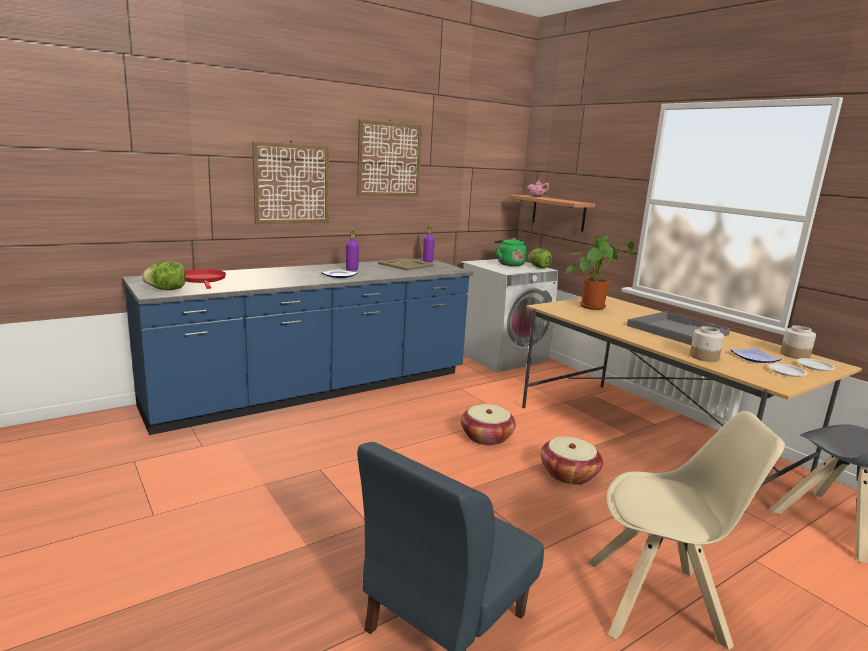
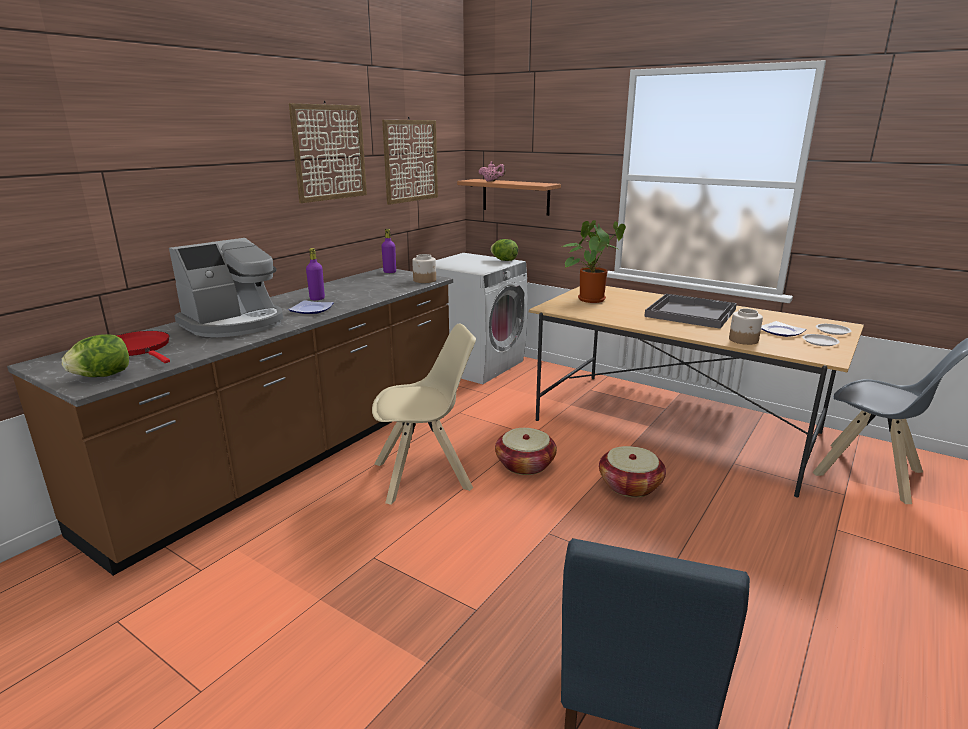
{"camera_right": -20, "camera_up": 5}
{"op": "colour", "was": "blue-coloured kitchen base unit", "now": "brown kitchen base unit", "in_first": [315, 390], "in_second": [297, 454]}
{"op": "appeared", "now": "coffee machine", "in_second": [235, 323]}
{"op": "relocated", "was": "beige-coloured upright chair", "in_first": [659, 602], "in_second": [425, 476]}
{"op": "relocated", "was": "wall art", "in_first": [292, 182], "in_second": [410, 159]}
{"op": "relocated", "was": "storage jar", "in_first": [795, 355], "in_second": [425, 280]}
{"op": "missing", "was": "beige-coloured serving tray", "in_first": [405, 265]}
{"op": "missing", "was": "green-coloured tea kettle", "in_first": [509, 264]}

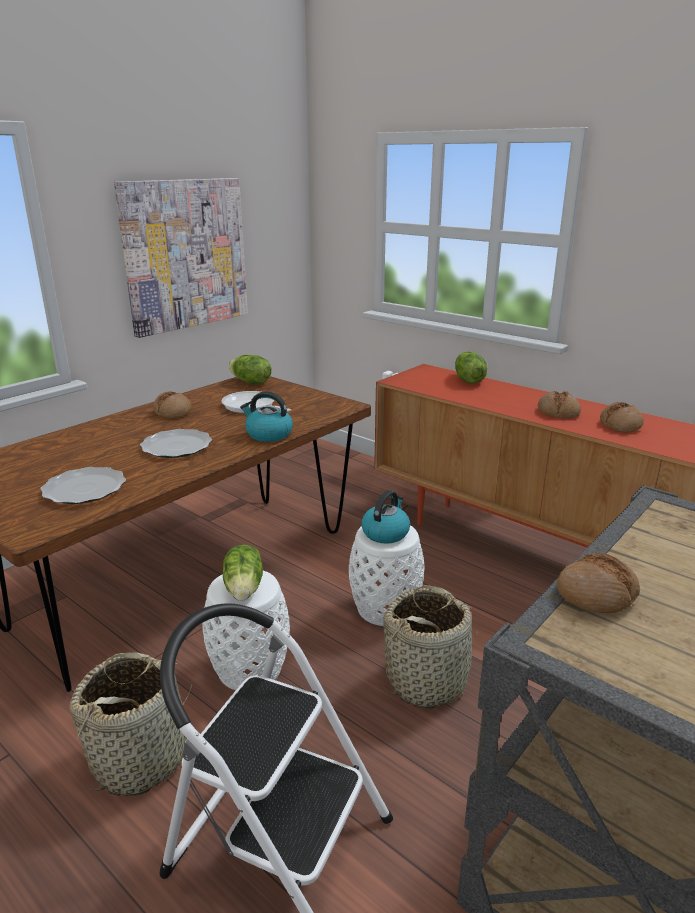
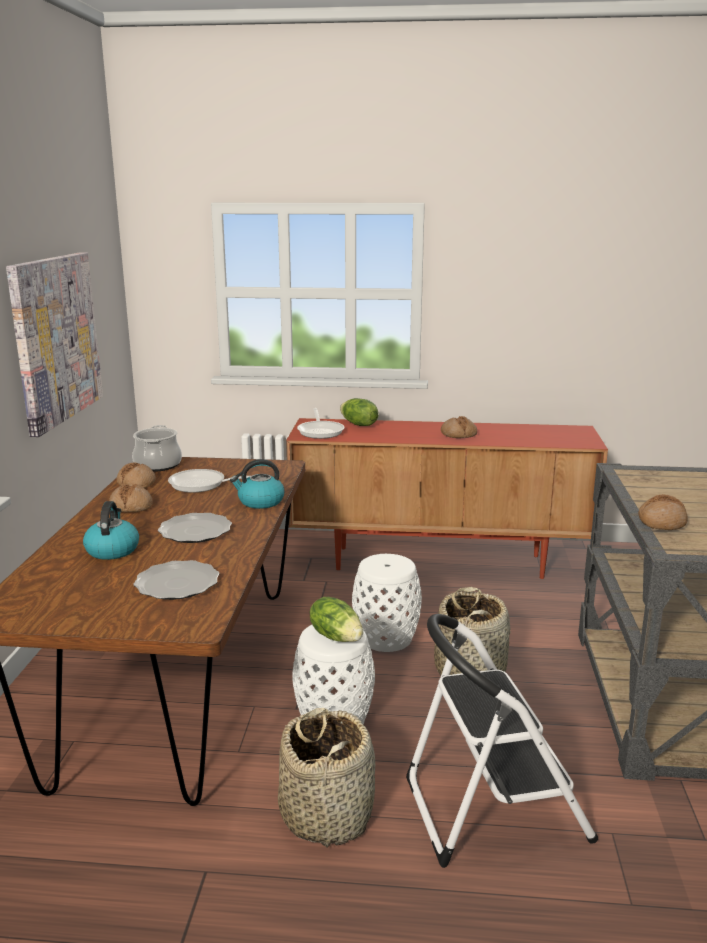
{"camera_right": -35, "camera_up": -5}
{"op": "relocated", "was": "tea kettle", "in_first": [385, 533], "in_second": [112, 550]}
{"op": "relocated", "was": "baked bread", "in_first": [620, 425], "in_second": [137, 483]}
{"op": "exchanged", "was": "lettuce", "now": "stockpot", "in_first": [250, 382], "in_second": [158, 465]}
{"op": "appeared", "now": "skillet", "in_second": [320, 431]}

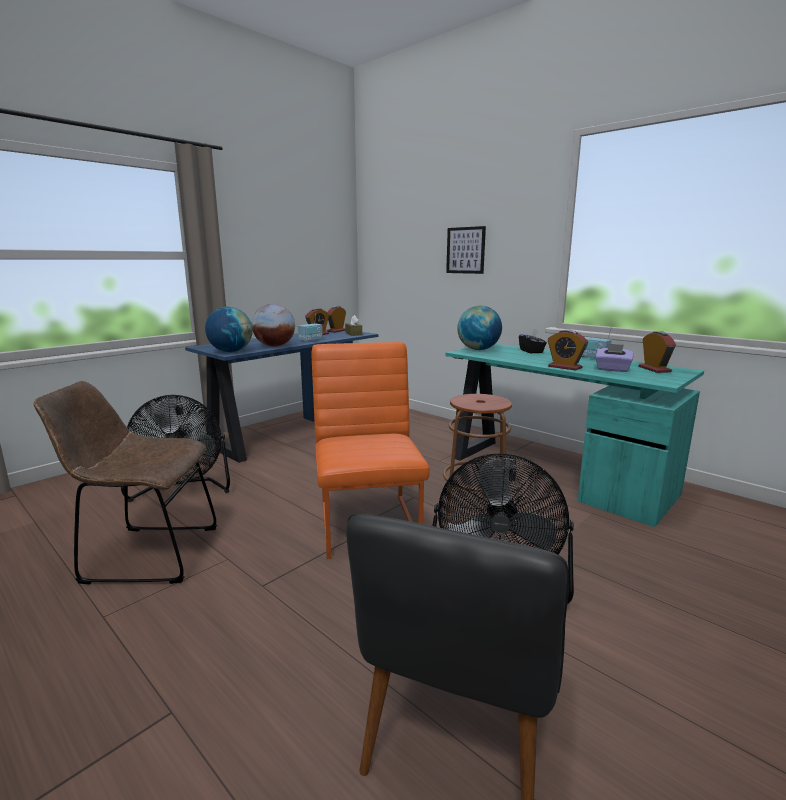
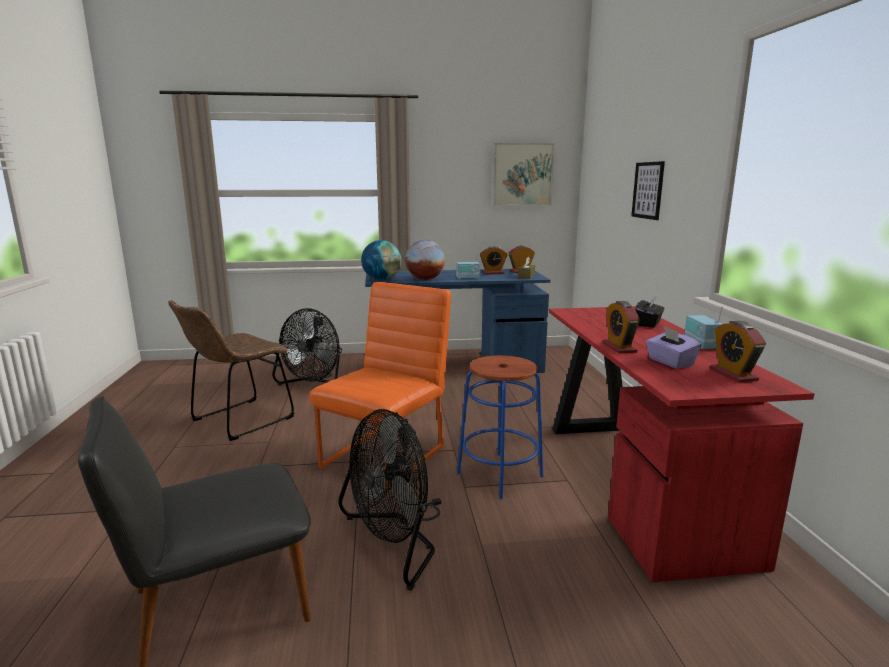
{"camera_right": 40, "camera_up": 0}
{"op": "spun", "was": "brown upright chair", "in_first": [146, 554], "in_second": [238, 421], "clockwise": -90}
{"op": "colour", "was": "brown stool", "now": "blue-coloured stool", "in_first": [475, 502], "in_second": [499, 475]}
{"op": "appeared", "now": "wall art", "in_second": [522, 174]}
{"op": "colour", "was": "turquoise-coloured desk", "now": "red-coloured desk", "in_first": [553, 473], "in_second": [635, 482]}
{"op": "spun", "was": "bedside clock", "in_first": [654, 369], "in_second": [733, 374], "clockwise": 135}
{"op": "missing", "was": "world globe", "in_first": [478, 349]}

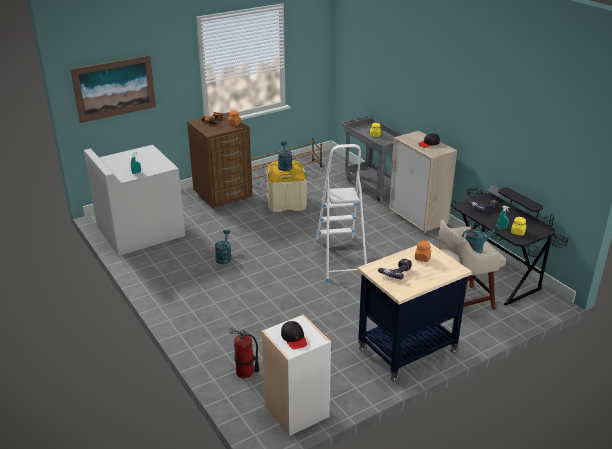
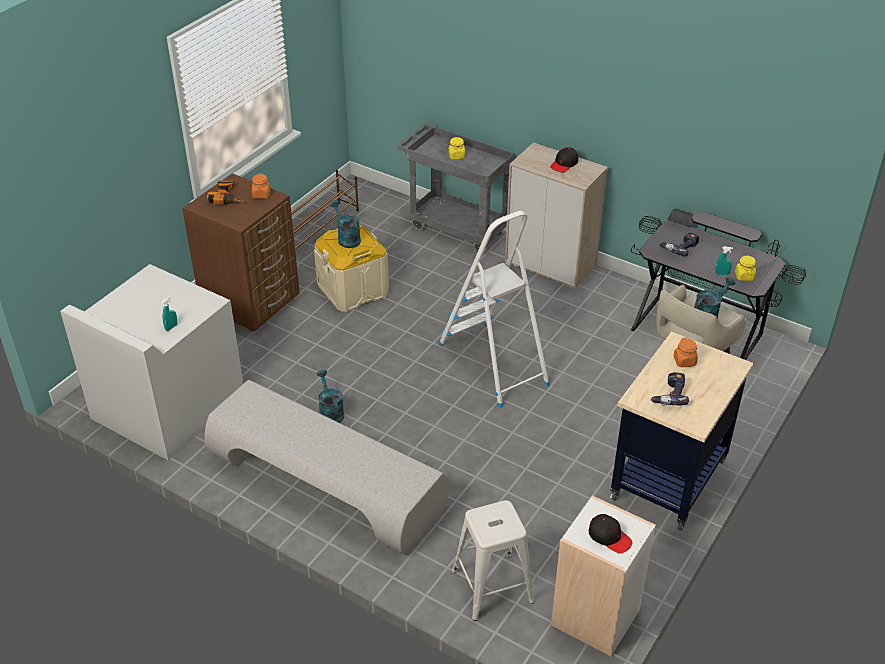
{"camera_right": -25, "camera_up": 10}
{"op": "appeared", "now": "gray long seat", "in_second": [326, 484]}
{"op": "exchanged", "was": "extinguisher", "now": "white stool", "in_first": [245, 372], "in_second": [492, 586]}
{"op": "missing", "was": "wall art", "in_first": [114, 88]}

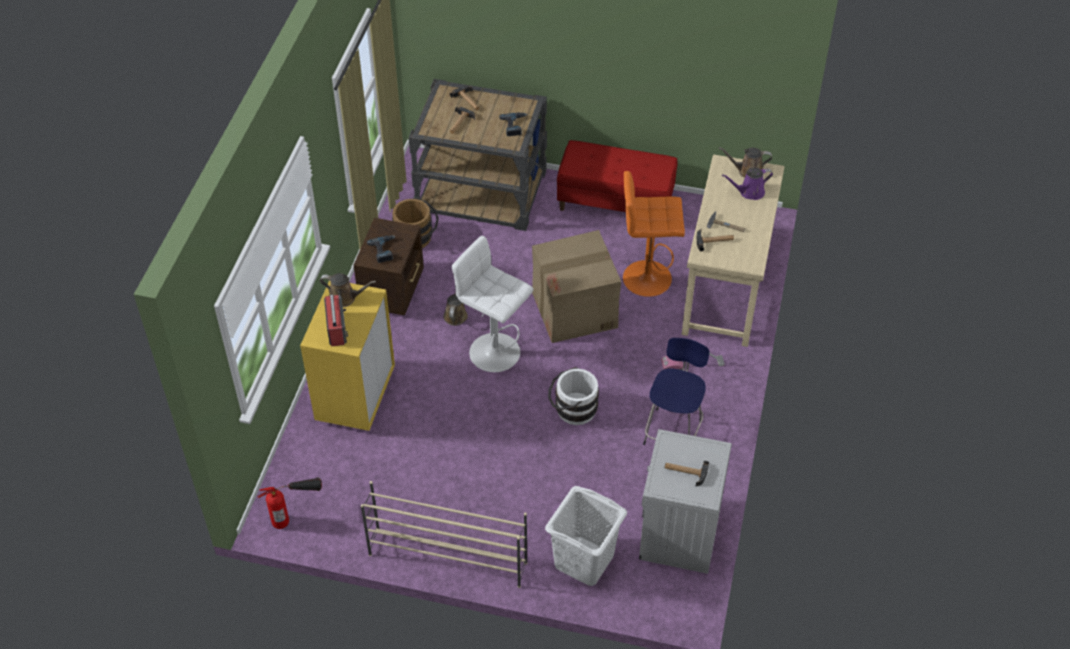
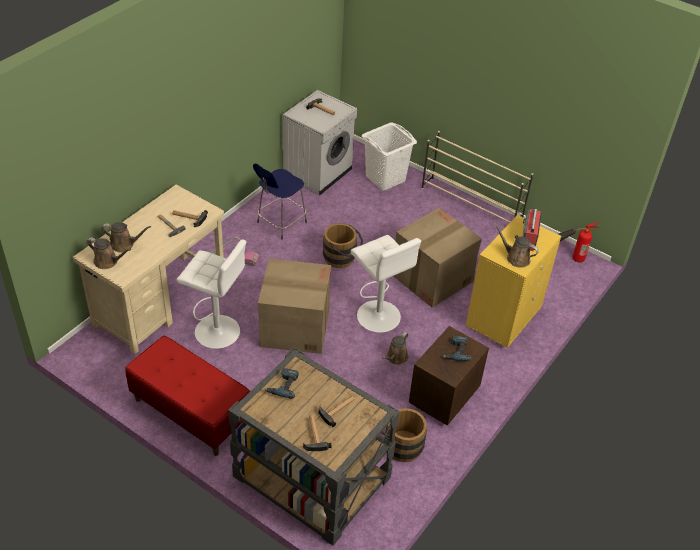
{"camera_right": -160, "camera_up": -5}
{"op": "colour", "was": "purplish sprinkling can", "now": "brown sprinkling can", "in_first": [749, 192], "in_second": [124, 244]}
{"op": "colour", "was": "orangey stool", "now": "white stool", "in_first": [646, 278], "in_second": [217, 332]}
{"op": "colour", "was": "white water bucket", "now": "brown water bucket", "in_first": [572, 409], "in_second": [342, 258]}
{"op": "appeared", "now": "cardboard box", "in_second": [431, 278]}

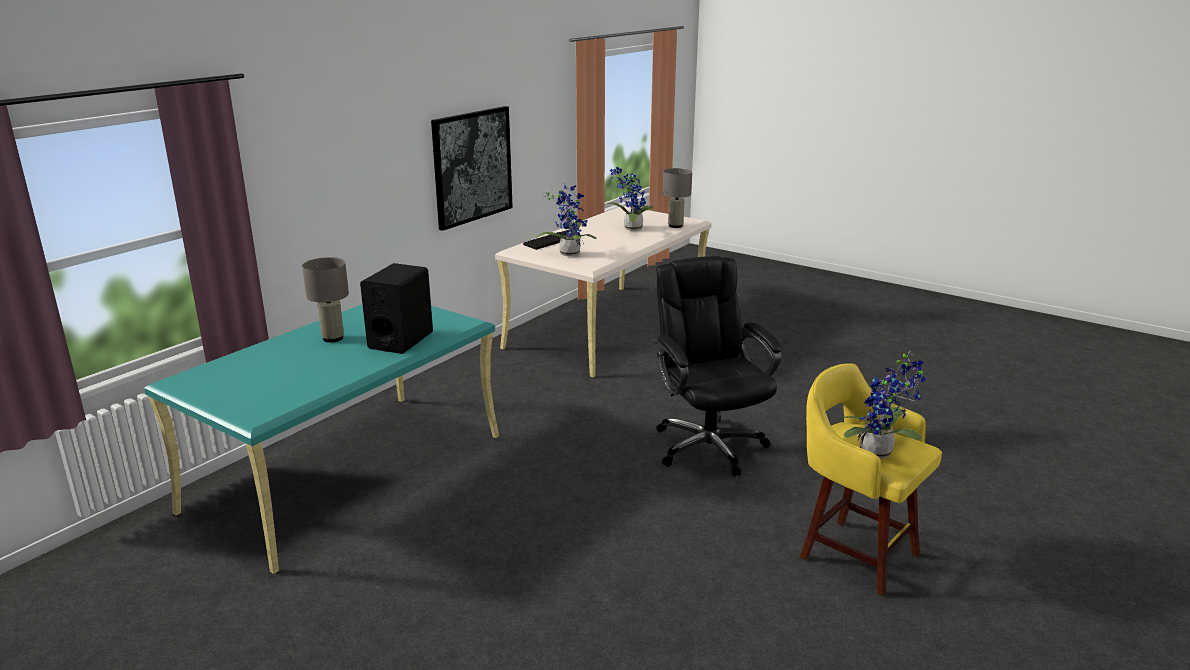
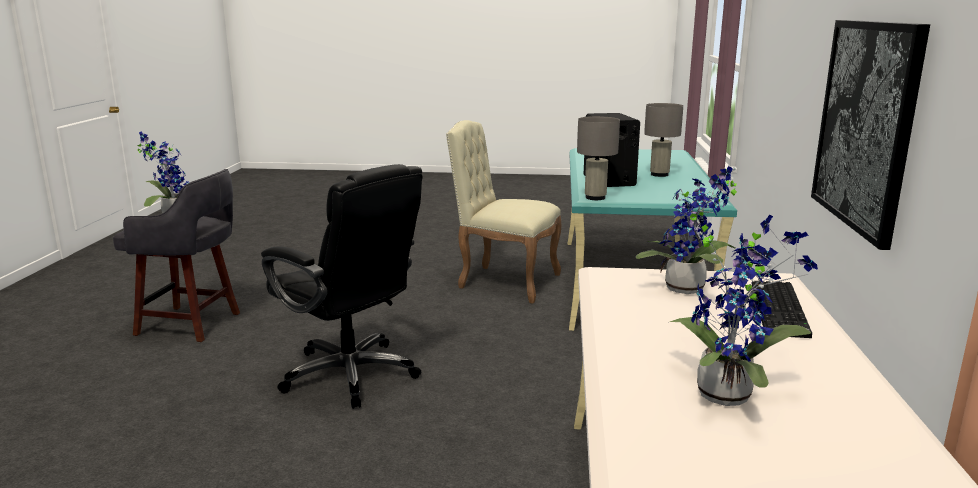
{"camera_right": 150, "camera_up": -5}
{"op": "colour", "was": "yellowish stool", "now": "gray stool", "in_first": [854, 553], "in_second": [192, 325]}
{"op": "appeared", "now": "beige-coloured upright chair", "in_second": [506, 282]}
{"op": "relocated", "was": "gray tabletop lamp", "in_first": [675, 226], "in_second": [595, 197]}

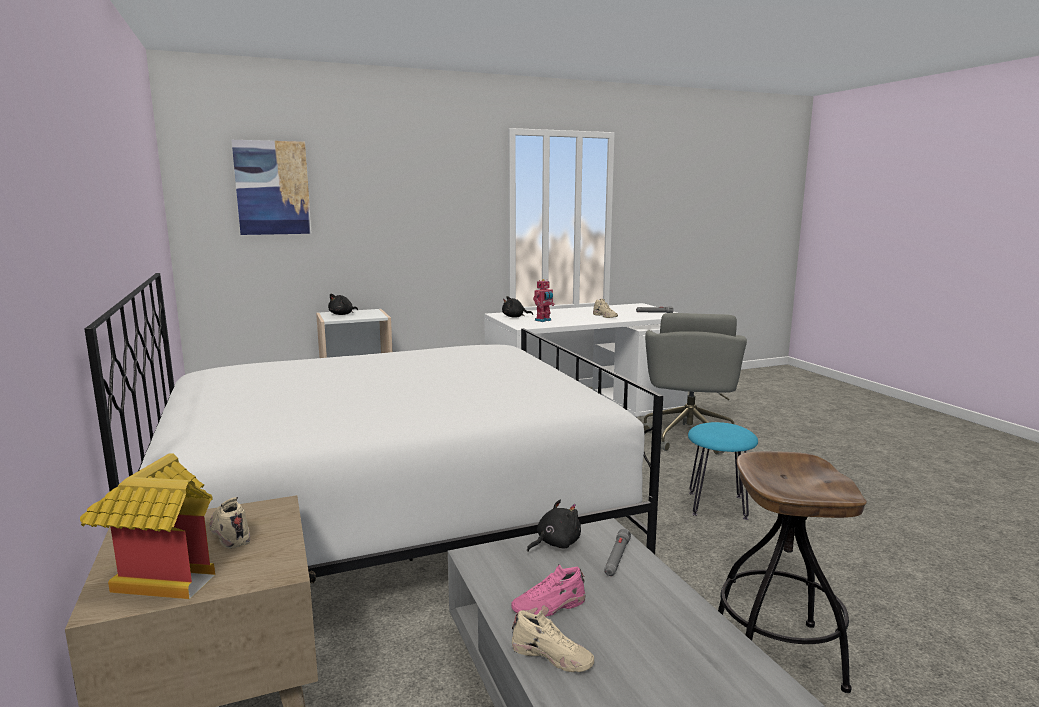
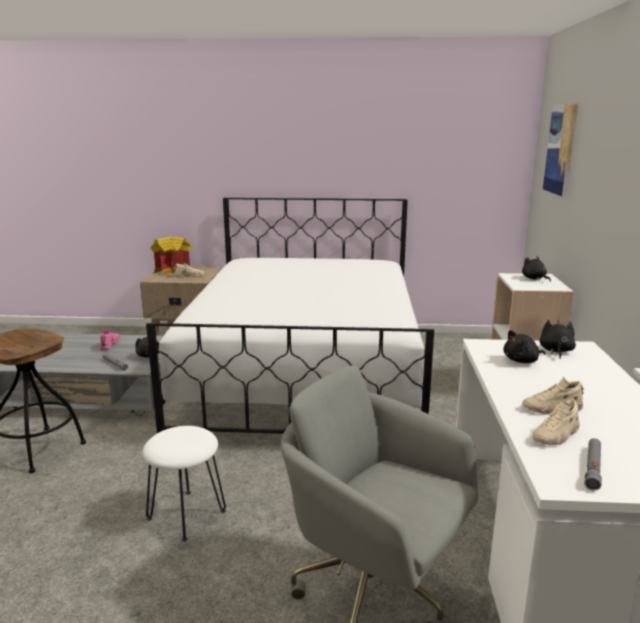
{"camera_right": 115, "camera_up": 5}
{"op": "colour", "was": "turquoise-coloured stool", "now": "white stool", "in_first": [717, 505], "in_second": [186, 515]}
{"op": "exchanged", "was": "model robot", "now": "black plush toy", "in_first": [543, 320], "in_second": [522, 361]}
{"op": "relocated", "was": "beige-coloured shoe", "in_first": [552, 656], "in_second": [556, 435]}

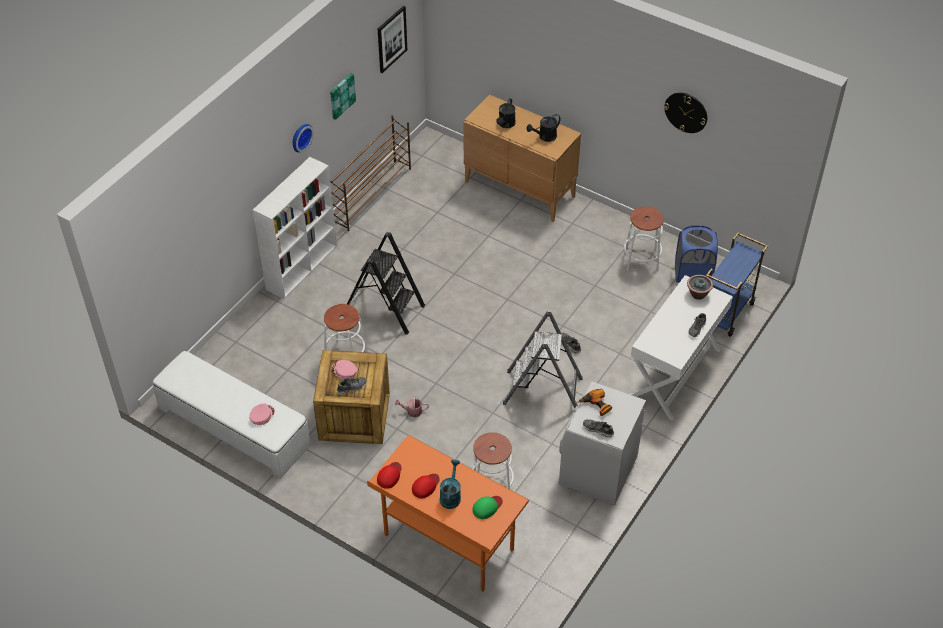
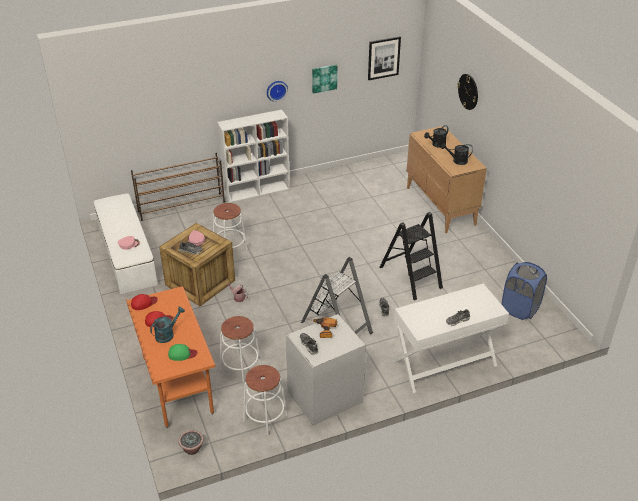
{"camera_right": 35, "camera_up": -10}
{"op": "relocated", "was": "brown shoe shelf", "in_first": [372, 195], "in_second": [182, 207]}
{"op": "relocated", "was": "plant in a pot", "in_first": [698, 294], "in_second": [192, 449]}
{"op": "relocated", "was": "white stool", "in_first": [641, 259], "in_second": [265, 418]}
{"op": "relocated", "was": "black step stool", "in_first": [382, 308], "in_second": [410, 276]}
{"op": "relocated", "was": "clock on the wall", "in_first": [686, 112], "in_second": [468, 91]}
{"op": "missing", "was": "blue-coloured wheeled cart", "in_first": [725, 315]}

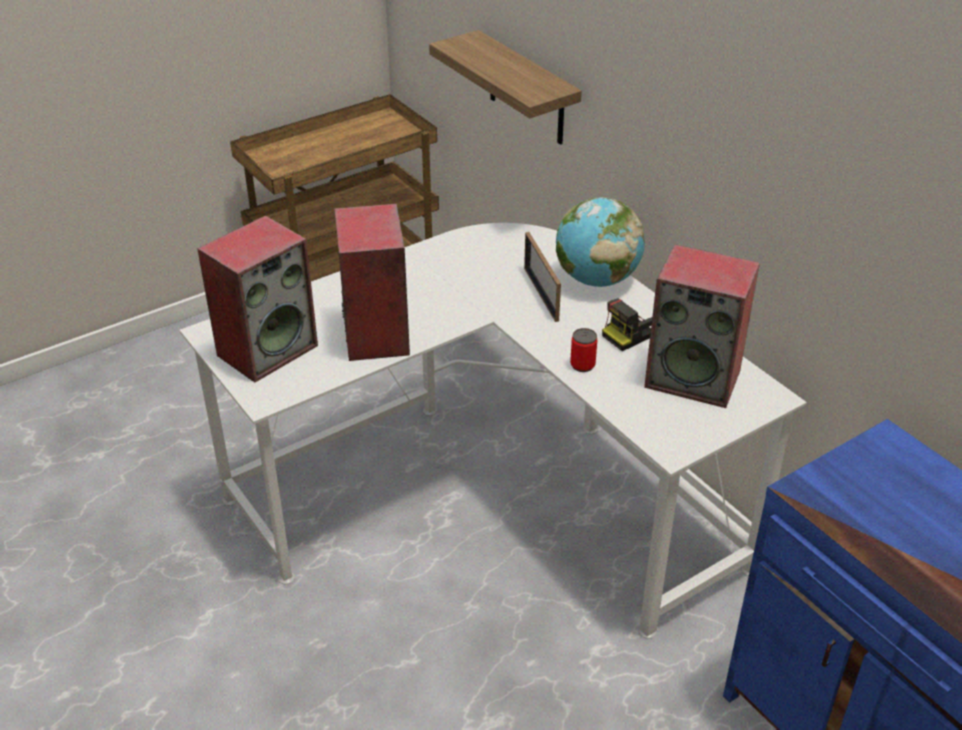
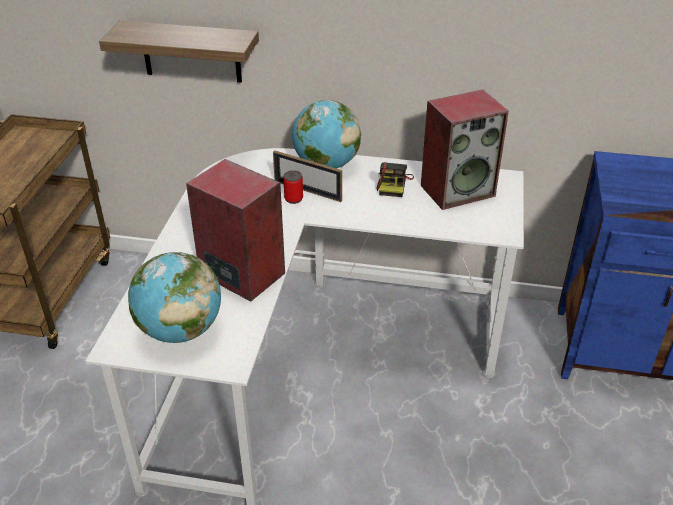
{"camera_right": -45, "camera_up": 0}
{"op": "exchanged", "was": "speaker", "now": "world globe", "in_first": [267, 349], "in_second": [180, 330]}
{"op": "relocated", "was": "metal can", "in_first": [582, 365], "in_second": [293, 198]}

